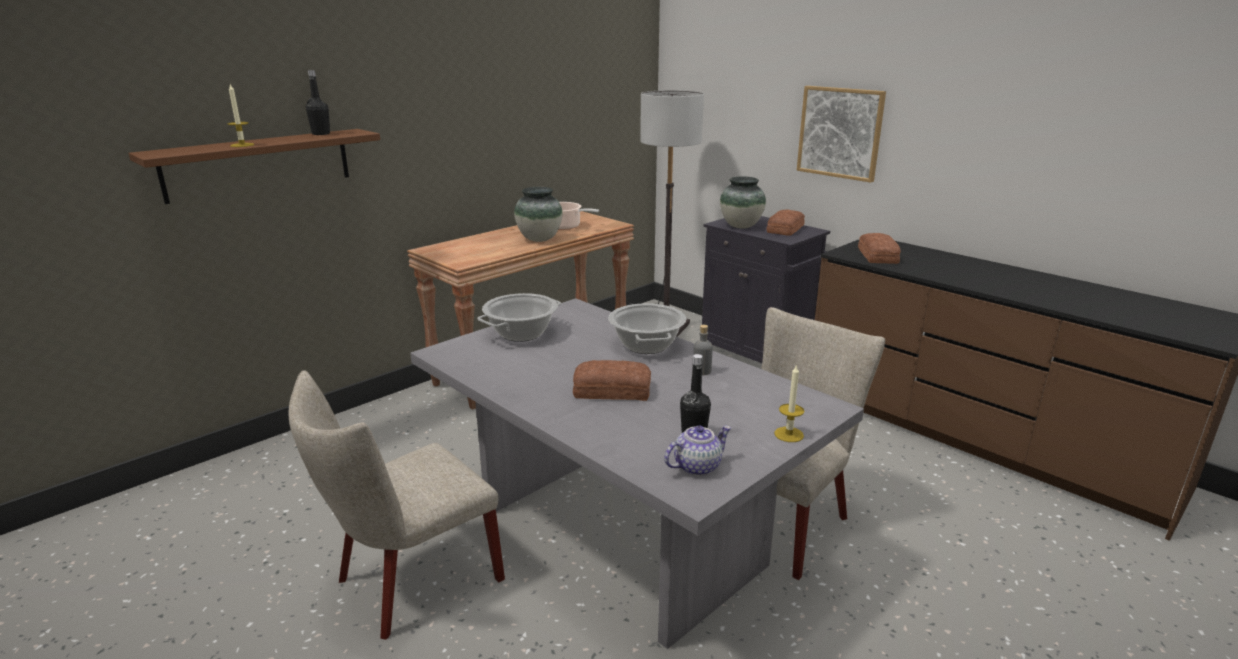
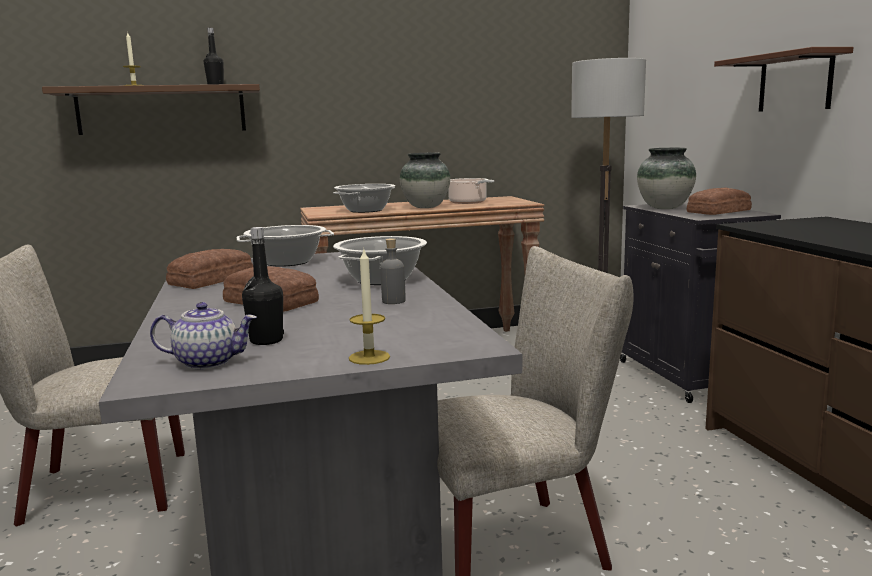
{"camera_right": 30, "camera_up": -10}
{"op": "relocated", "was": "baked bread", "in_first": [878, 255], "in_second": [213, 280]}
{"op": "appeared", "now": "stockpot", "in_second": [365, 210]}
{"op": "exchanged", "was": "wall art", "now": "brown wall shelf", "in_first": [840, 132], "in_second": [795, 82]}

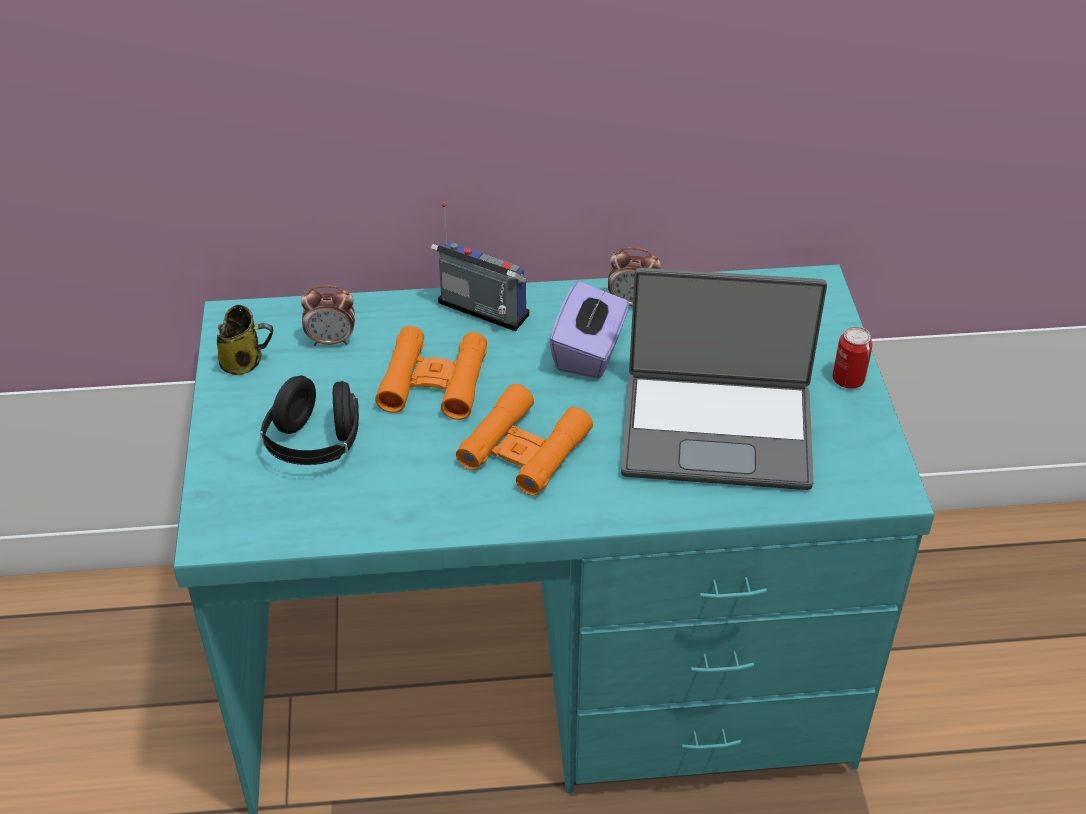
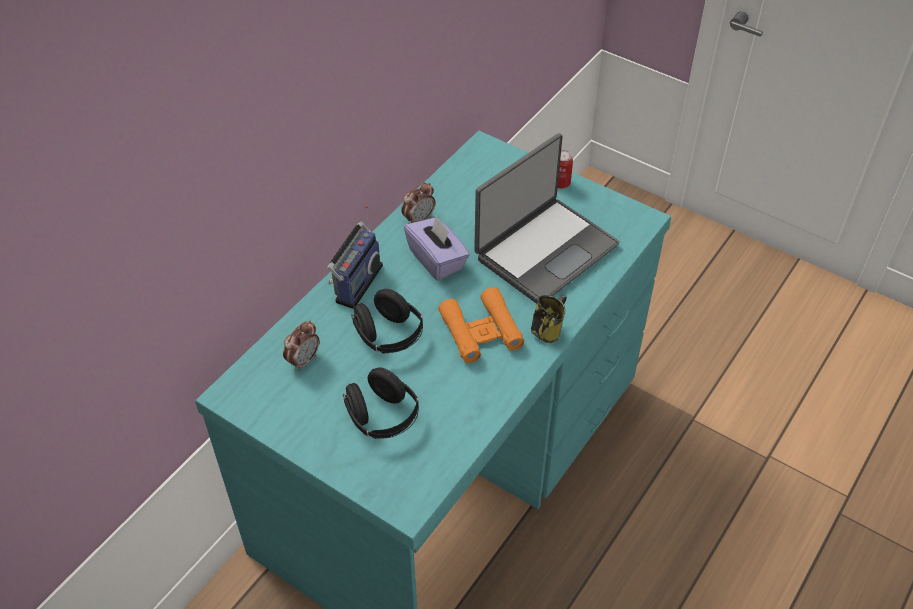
{"camera_right": -50, "camera_up": 5}
{"op": "spun", "was": "radio set", "in_first": [480, 312], "in_second": [355, 283], "clockwise": 135}
{"op": "exchanged", "was": "orangey binoculars", "now": "black pair of headphones", "in_first": [434, 382], "in_second": [389, 336]}
{"op": "relocated", "was": "coffee mug", "in_first": [244, 362], "in_second": [548, 330]}

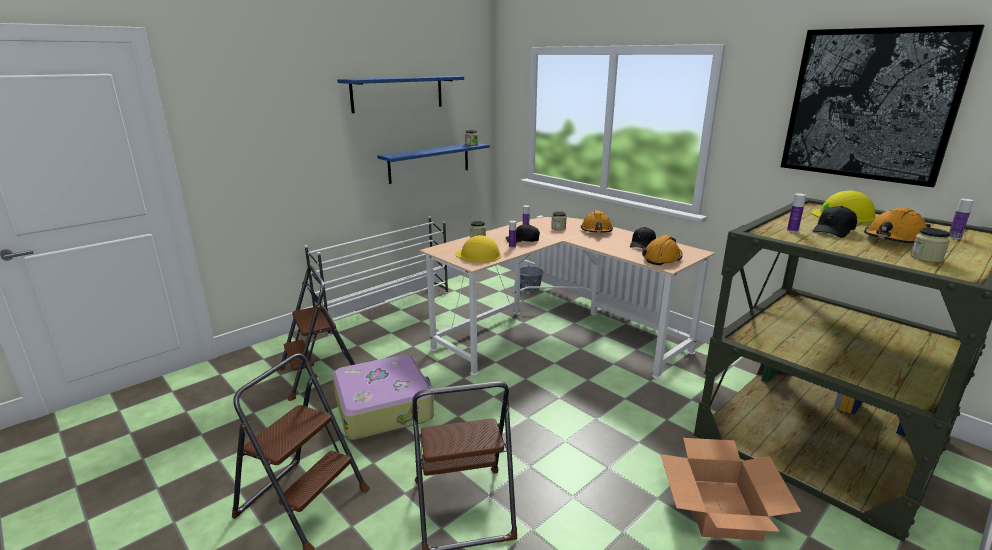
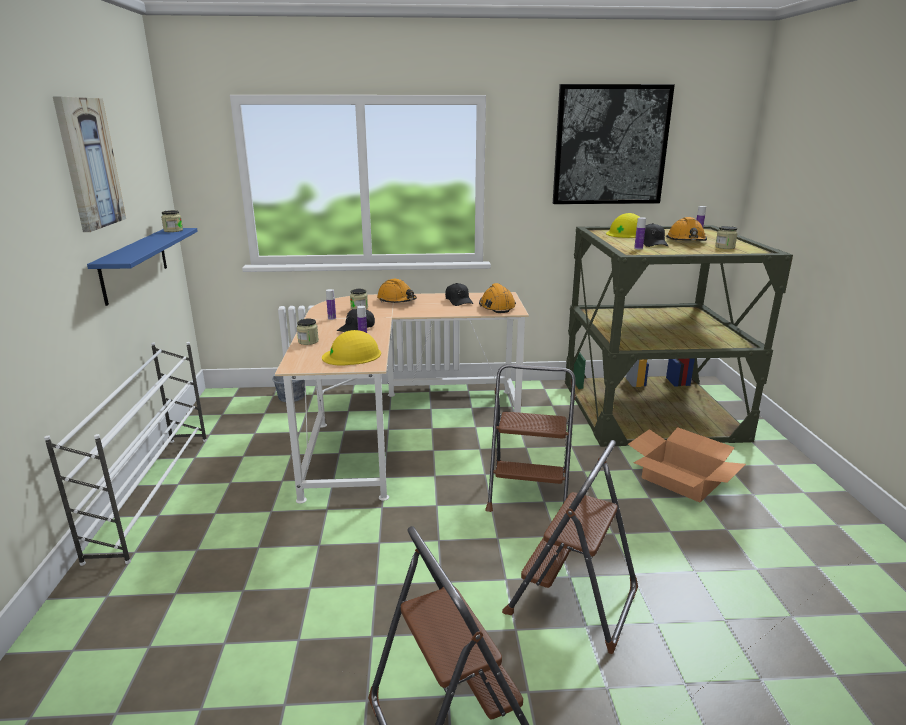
{"camera_right": -50, "camera_up": 0}
{"op": "exchanged", "was": "blue-coloured wall shelf", "now": "wall art", "in_first": [398, 93], "in_second": [89, 163]}
{"op": "relocated", "was": "brown step stool", "in_first": [323, 373], "in_second": [530, 488]}
{"op": "missing", "was": "piece of luggage", "in_first": [384, 407]}

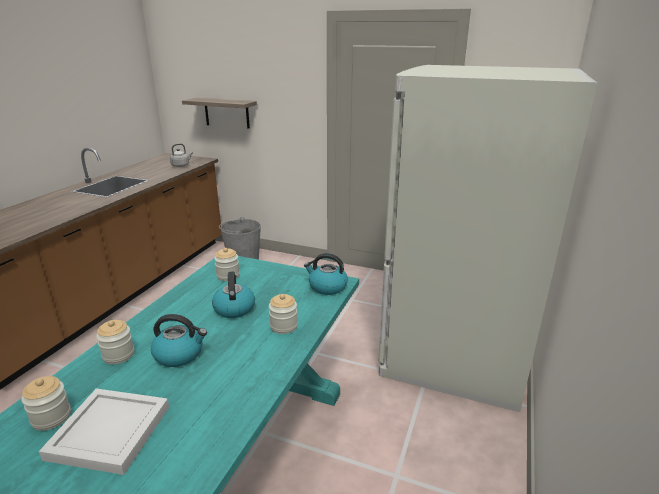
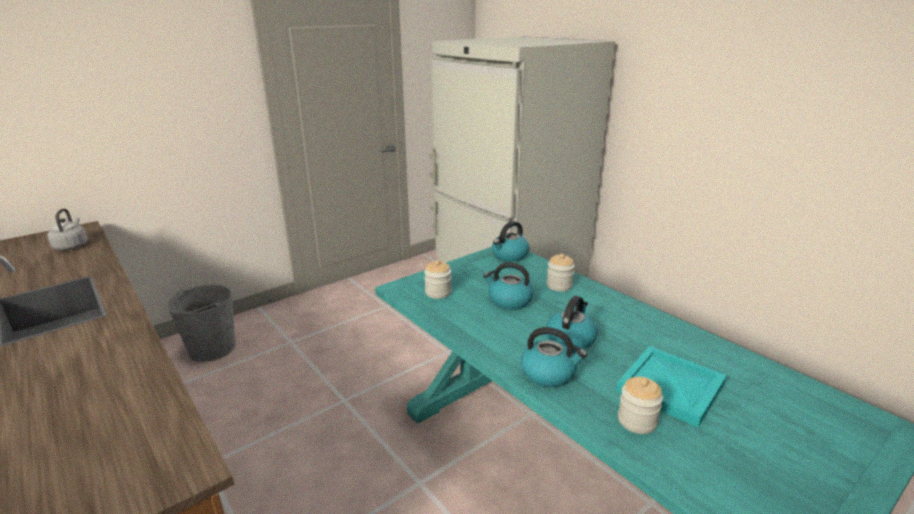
{"camera_right": -60, "camera_up": 0}
{"op": "exchanged", "was": "storage jar", "now": "tea kettle", "in_first": [118, 355], "in_second": [549, 373]}
{"op": "colour", "was": "white serving tray", "now": "turquoise-coloured serving tray", "in_first": [107, 433], "in_second": [671, 388]}
{"op": "missing", "was": "wall shelf", "in_first": [226, 113]}

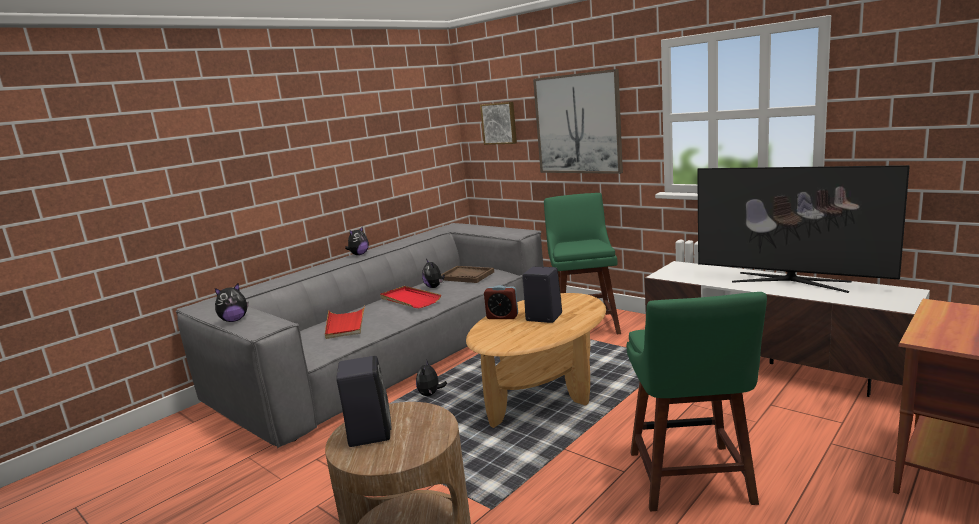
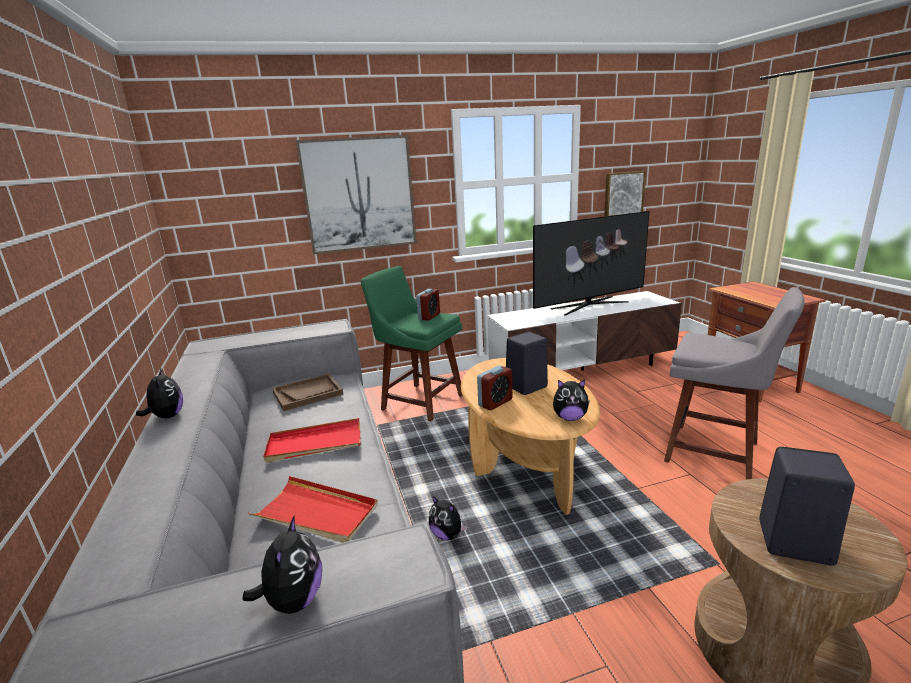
{"camera_right": -60, "camera_up": 5}
{"op": "appeared", "now": "bedside clock", "in_second": [429, 316]}
{"op": "relocated", "was": "plush toy", "in_first": [434, 287], "in_second": [570, 418]}
{"op": "relocated", "was": "wall art", "in_first": [499, 123], "in_second": [623, 193]}
{"op": "colour", "was": "green-coloured stool", "now": "gray stool", "in_first": [690, 480], "in_second": [717, 453]}

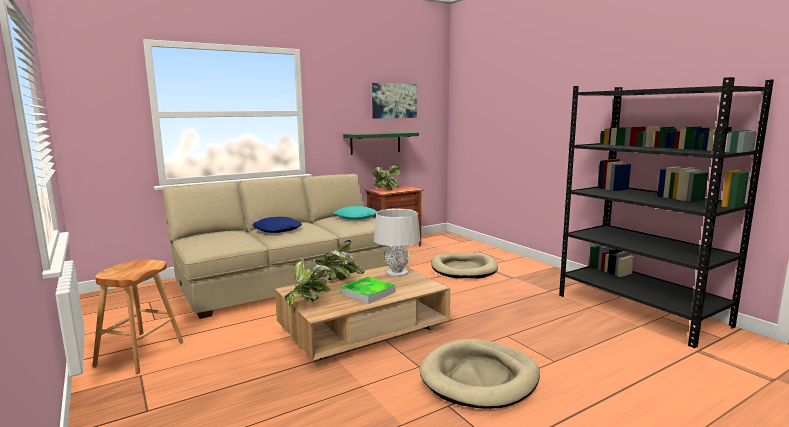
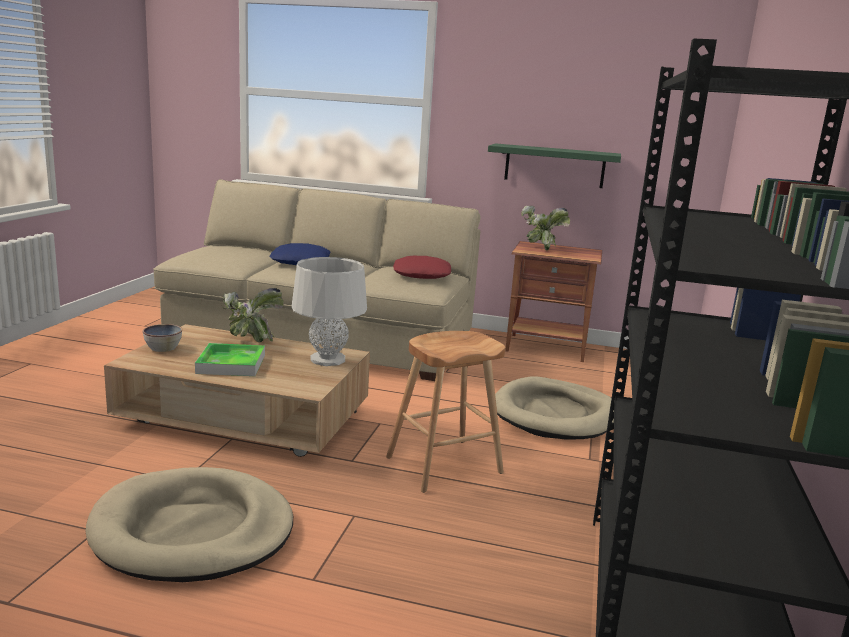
{"camera_right": 45, "camera_up": 5}
{"op": "exchanged", "was": "plant in a pot", "now": "serving bowl", "in_first": [309, 302], "in_second": [163, 348]}
{"op": "relocated", "was": "brown stool", "in_first": [140, 354], "in_second": [443, 465]}
{"op": "colour", "was": "turquoise-coloured pillow", "now": "red-coloured pillow", "in_first": [355, 218], "in_second": [421, 275]}
{"op": "missing", "was": "wall art", "in_first": [394, 101]}

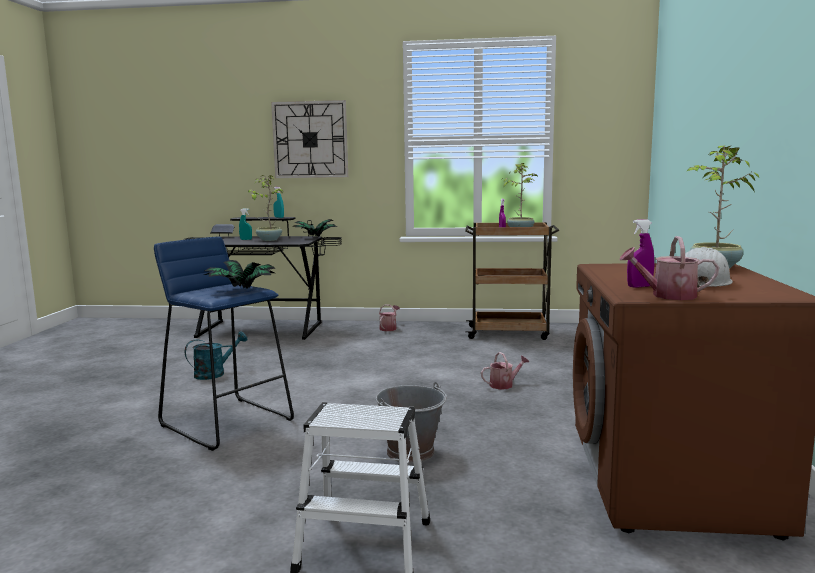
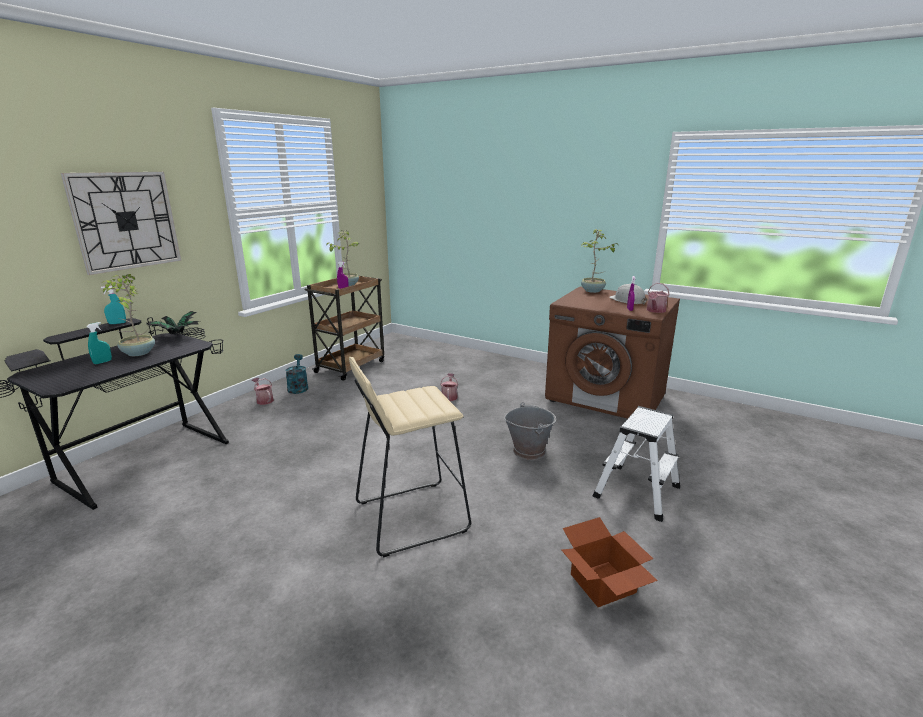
{"camera_right": -65, "camera_up": 10}
{"op": "relocated", "was": "turquoise-coloured sprinkling can", "in_first": [215, 373], "in_second": [298, 387]}
{"op": "colour", "was": "blue-coloured stool", "now": "beige-coloured stool", "in_first": [227, 422], "in_second": [410, 516]}
{"op": "appeared", "now": "cardboard box", "in_second": [603, 585]}
{"op": "missing", "was": "plant in a pot", "in_first": [241, 289]}

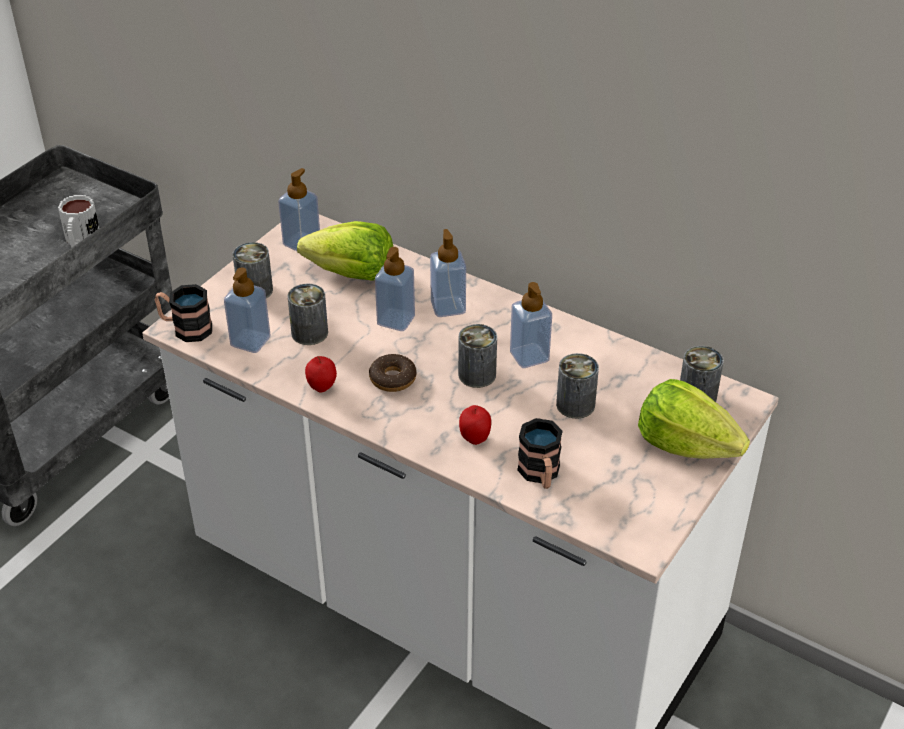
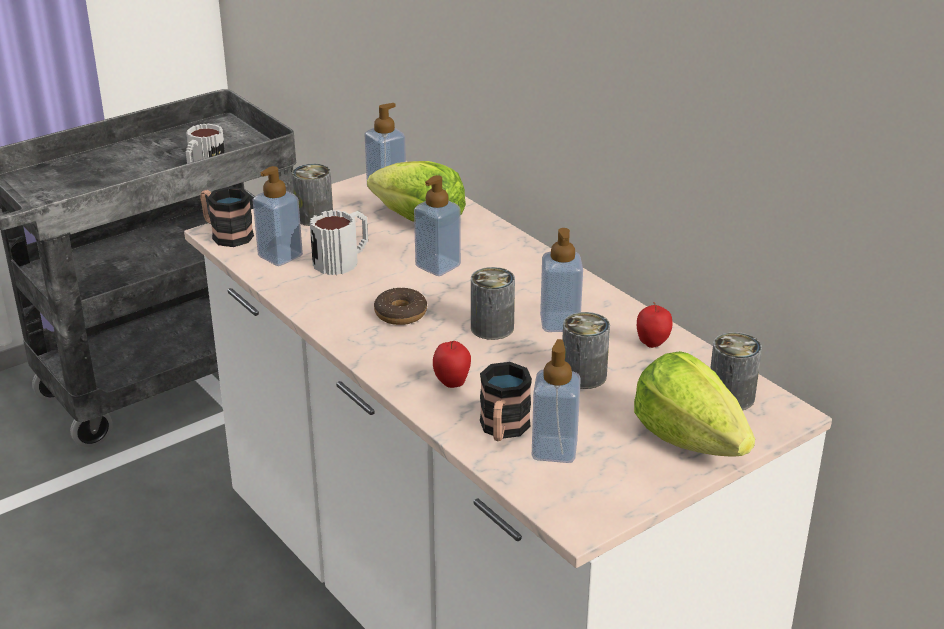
{"camera_right": 20, "camera_up": -10}
{"op": "exchanged", "was": "metal can", "now": "coffee mug", "in_first": [309, 333], "in_second": [343, 260]}
{"op": "relocated", "was": "liquid soap bottle", "in_first": [448, 307], "in_second": [554, 450]}
{"op": "relocated", "was": "apple", "in_first": [322, 388], "in_second": [652, 344]}

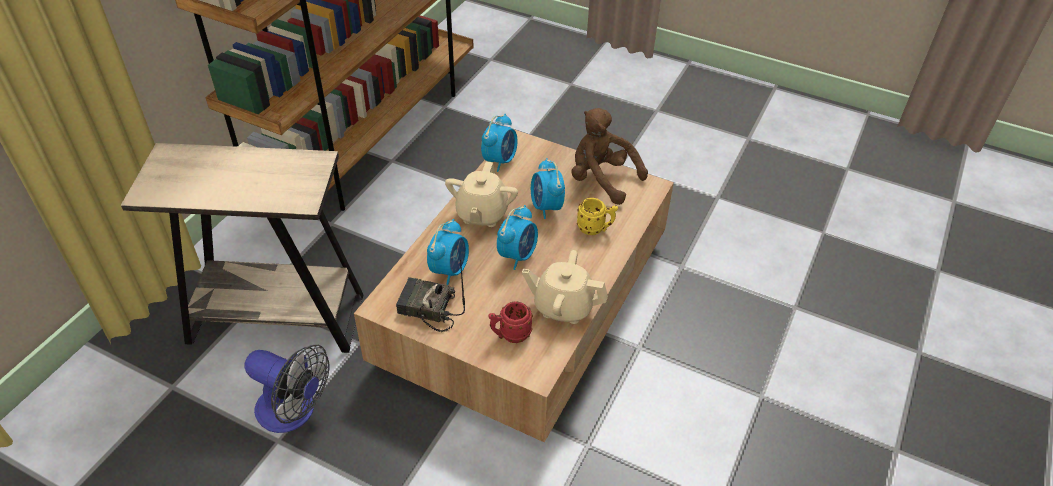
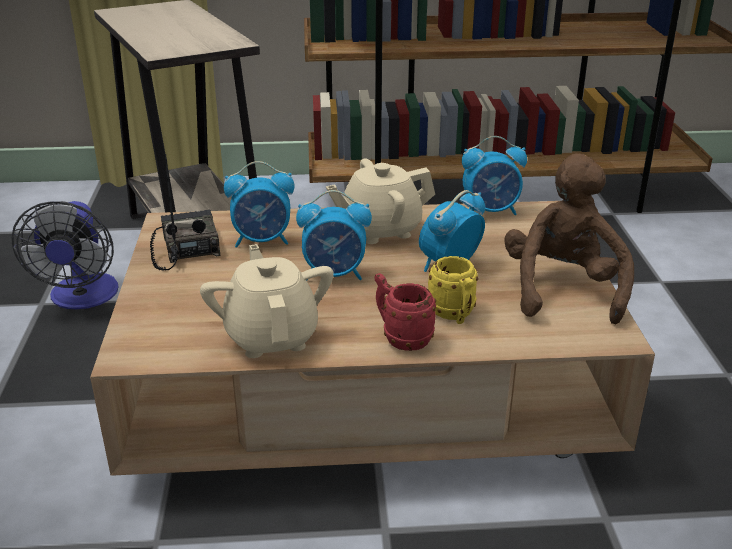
{"camera_right": 60, "camera_up": -15}
{"op": "relocated", "was": "red-coloured coffee mug", "in_first": [510, 335], "in_second": [401, 337]}

